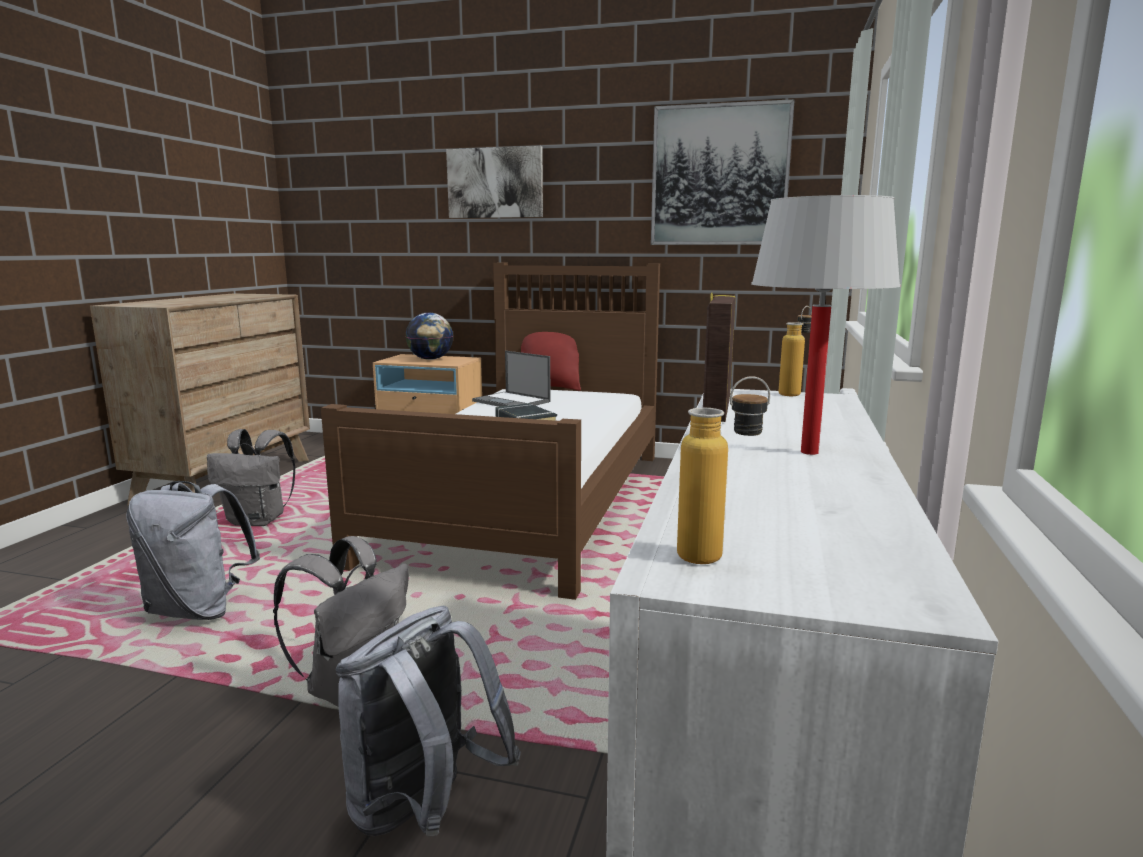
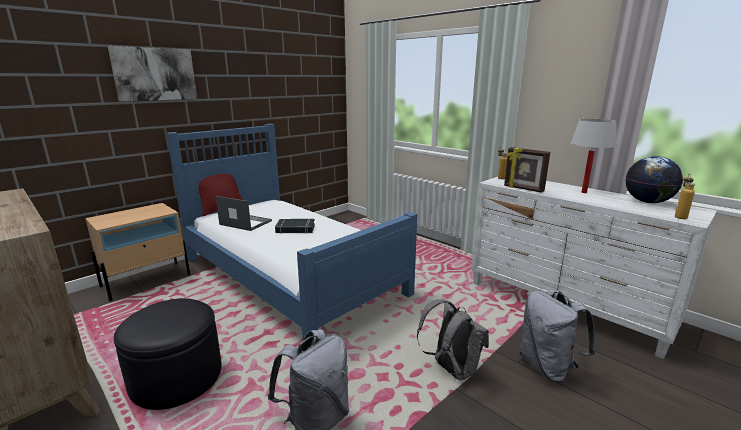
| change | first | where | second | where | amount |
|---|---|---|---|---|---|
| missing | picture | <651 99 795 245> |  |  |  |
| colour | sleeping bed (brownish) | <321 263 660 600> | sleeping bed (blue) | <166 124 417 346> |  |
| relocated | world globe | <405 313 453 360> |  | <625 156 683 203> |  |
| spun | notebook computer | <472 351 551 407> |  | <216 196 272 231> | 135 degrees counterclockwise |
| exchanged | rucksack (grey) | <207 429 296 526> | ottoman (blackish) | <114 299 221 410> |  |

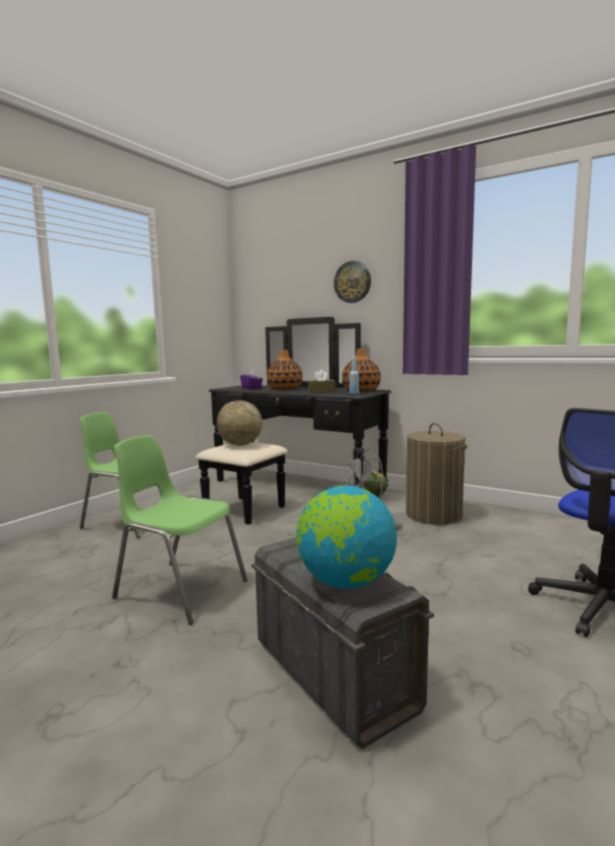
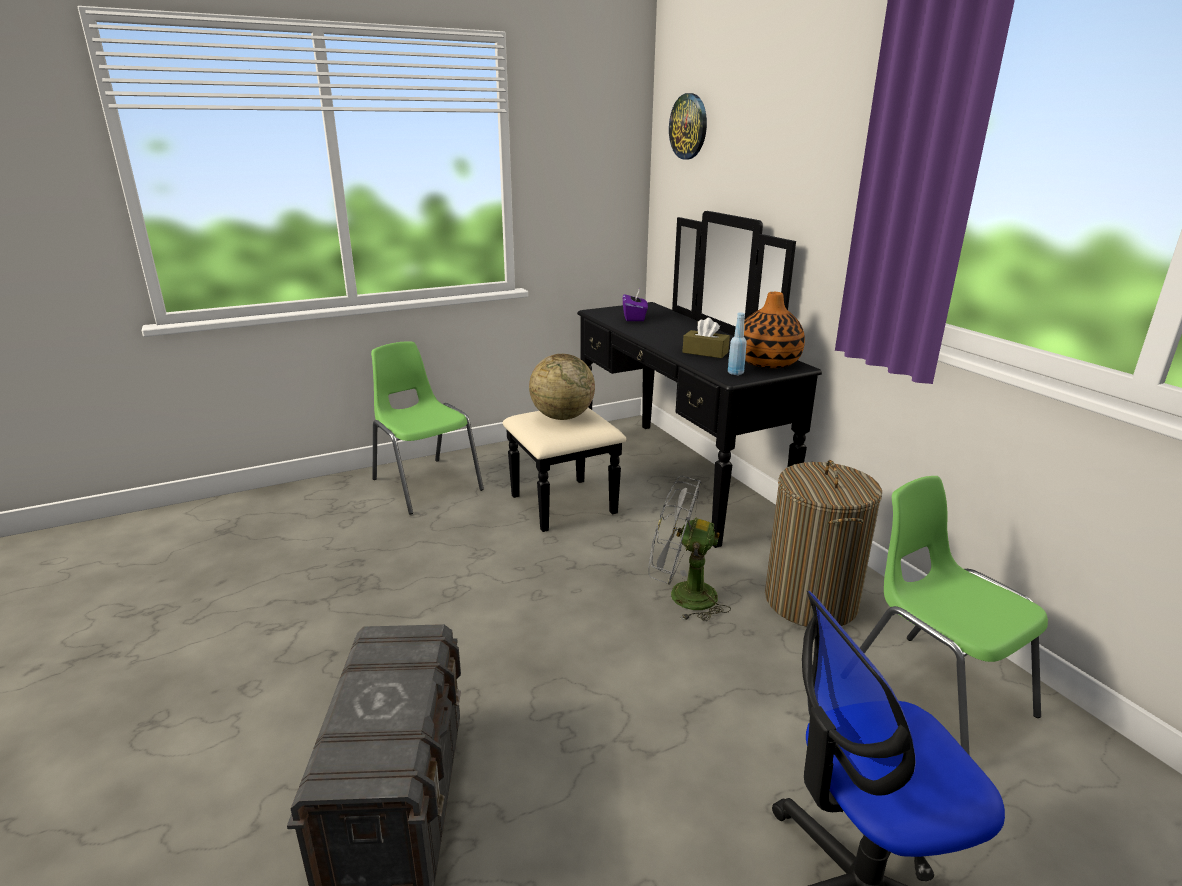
| change | first | where | second | where | amount |
|---|---|---|---|---|---|
| relocated | hanging clock | <334 261 371 303> |  | <669 93 707 160> |  |
| missing | flower vase | <267 350 303 389> |  |  |  |
| relocated | upright chair (green) | <112 435 247 625> |  | <860 476 1048 756> |  |
| missing | world globe | <296 486 397 589> |  |  |  |

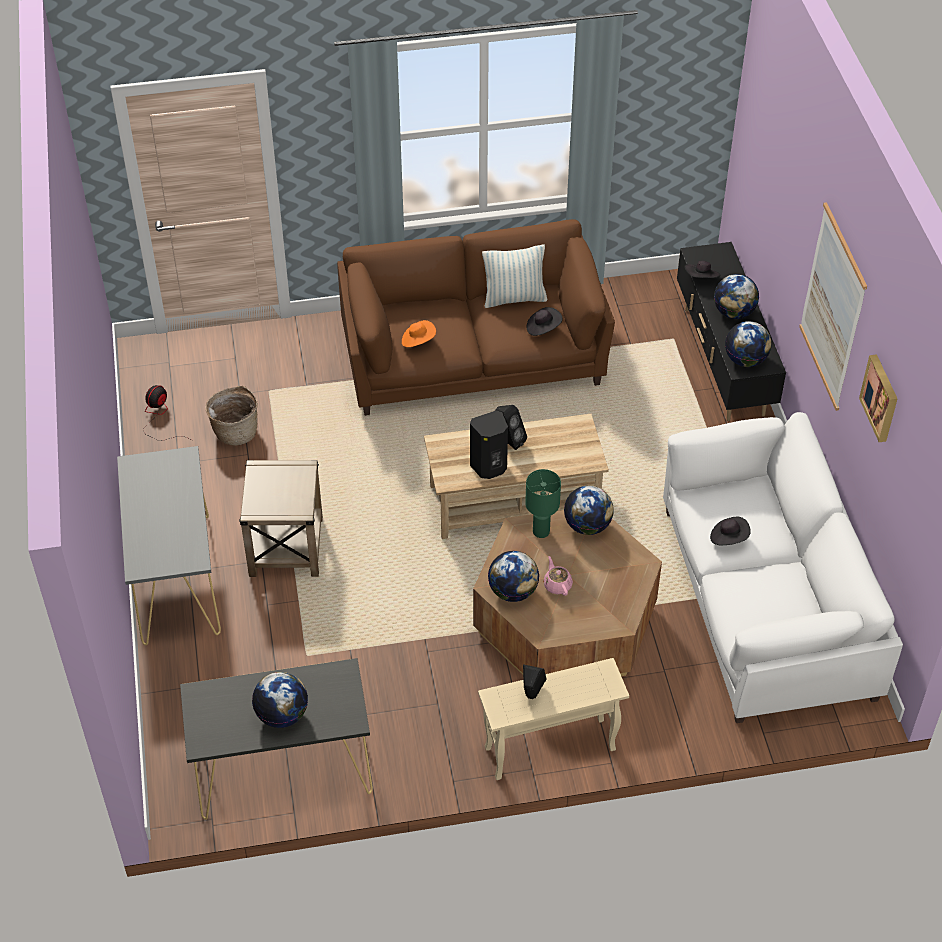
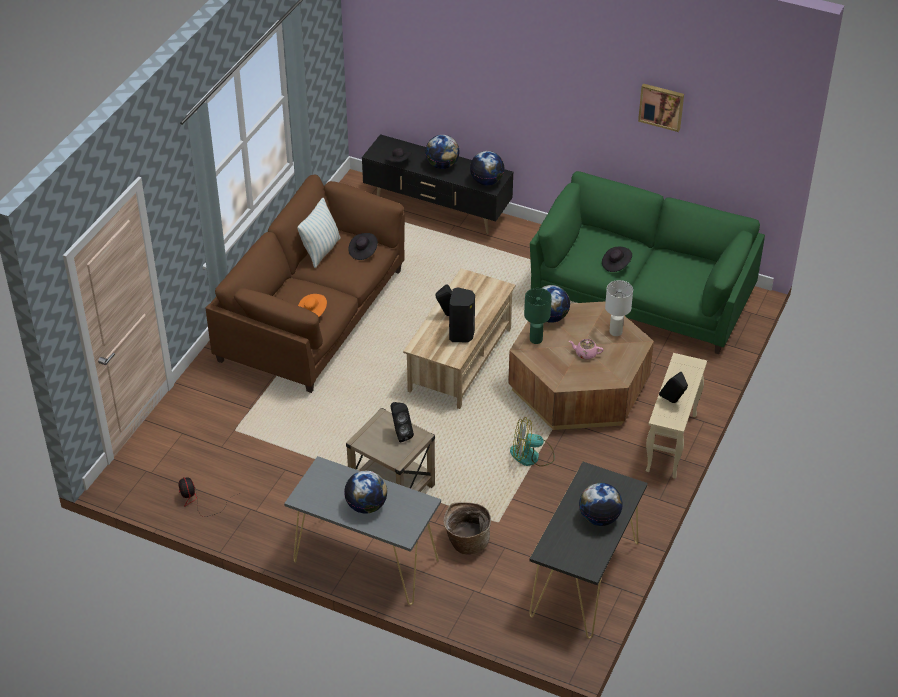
| change | first | where | second | where | amount |
|---|---|---|---|---|---|
| missing | picture | <799 202 867 411> |  |  |  |
| relocated | storage basket | <205 386 258 445> |  | <443 502 491 555> |  |
| colour | couch (white-coloured) | <663 412 903 723> | couch (green) | <530 171 765 354> |  |
| relocated | world globe | <488 551 539 602> |  | <344 471 387 514> |  |
| appeared |  |  | lamp for a table (white-coloured) | <605 280 633 336> |  |
| appeared |  |  | speaker (blackish) | <390 402 414 442> |  |
| appeared |  |  | cooling fan | <510 417 555 467> |  |

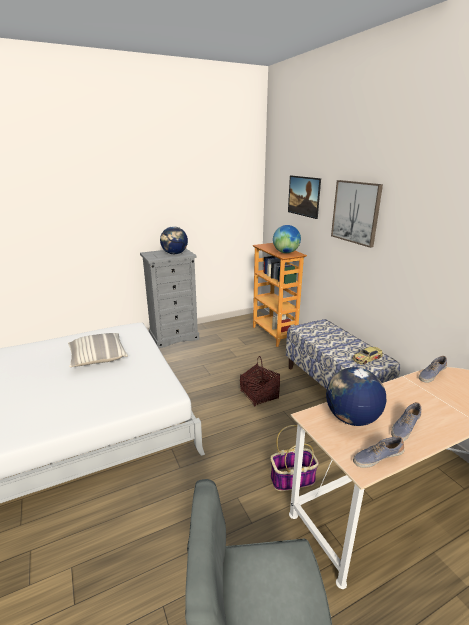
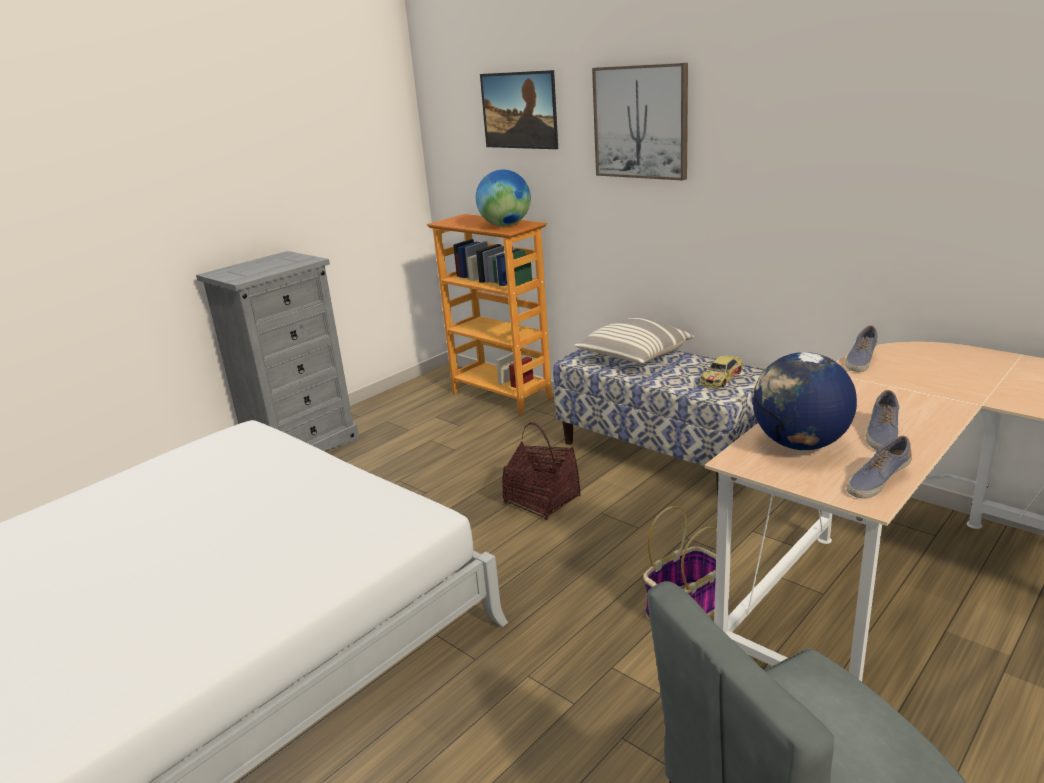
| change | first | where | second | where | amount |
|---|---|---|---|---|---|
| missing | world globe | <160 226 188 254> |  |  |  |
| relocated | cushion | <68 333 128 367> |  | <574 318 694 364> |  |

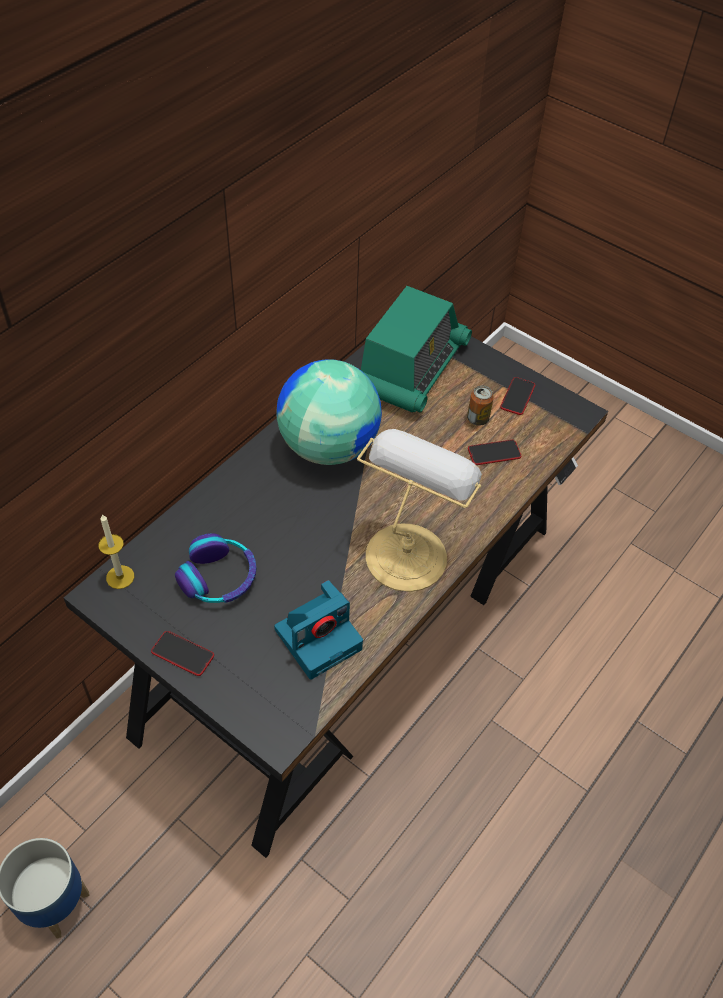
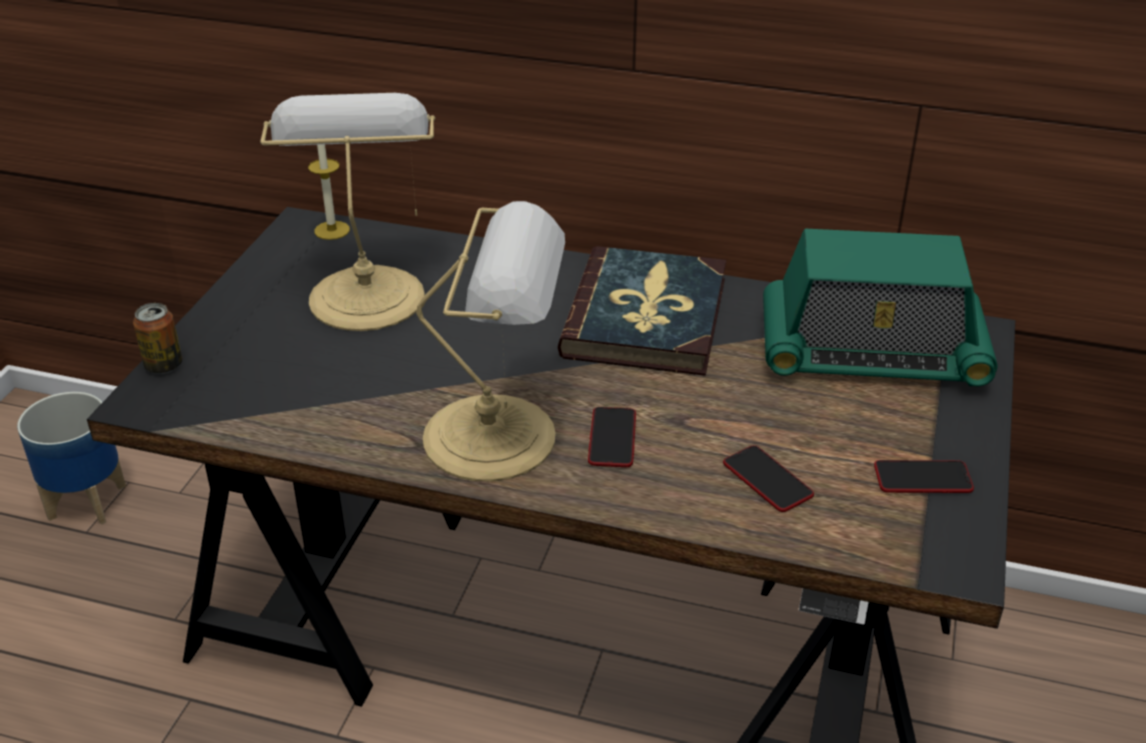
| change | first | where | second | where | amount |
|---|---|---|---|---|---|
| exchanged | world globe | <276 359 382 465> | book | <558 246 726 376> |  |
| relocated | sealed can | <467 385 494 426> |  | <133 303 182 374> |  |
| exchanged | headphones | <175 533 256 603> | lamp for a table | <260 93 435 331> |  |
| missing | photo camera | <274 580 363 680> |  |  |  |
| relocated | phone | <151 631 214 676> |  | <588 407 636 467> |  |

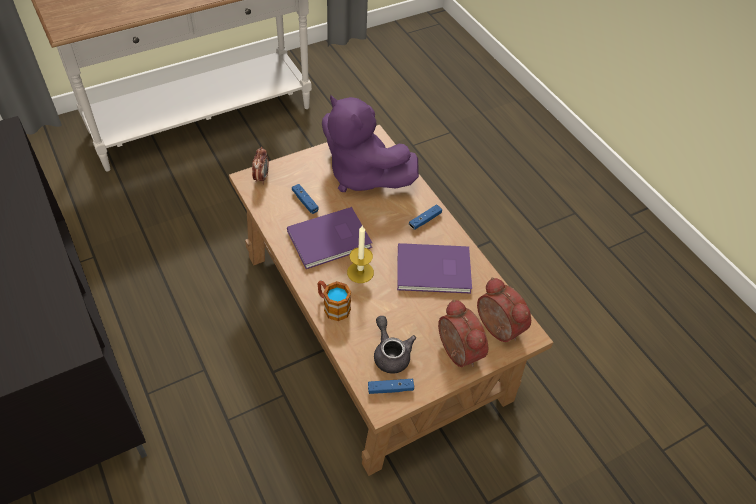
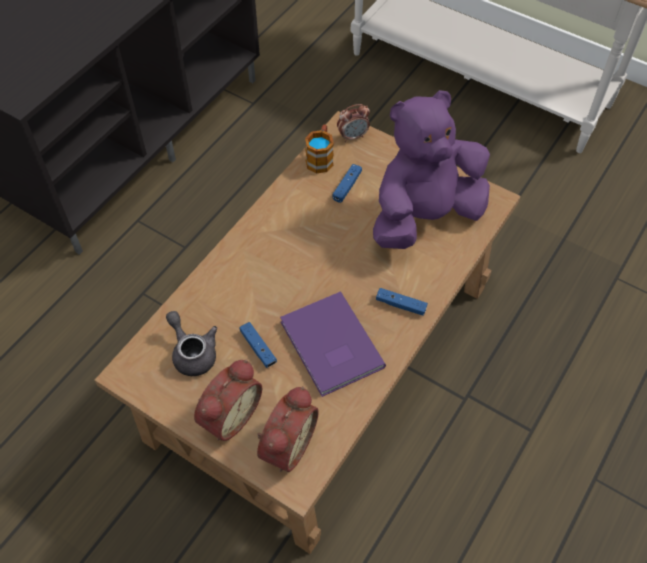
| change | first | where | second | where | amount |
|---|---|---|---|---|---|
| spun | cuddly toy (purple) | <322 95 419 192> |  | <373 90 490 249> | 45 degrees clockwise |
| missing | book (purple) | <287 207 372 269> |  |  |  |
| missing | wax candle | <347 225 374 283> |  |  |  |
| relocated | mug | <317 280 351 321> |  | <305 125 334 174> |  |
| spun | pot for tea (grey) | <374 316 416 374> |  | <166 311 217 376> | 75 degrees counterclockwise |
| relocated | gamepad (blue) | <368 379 414 394> |  | <240 322 277 368> |  |

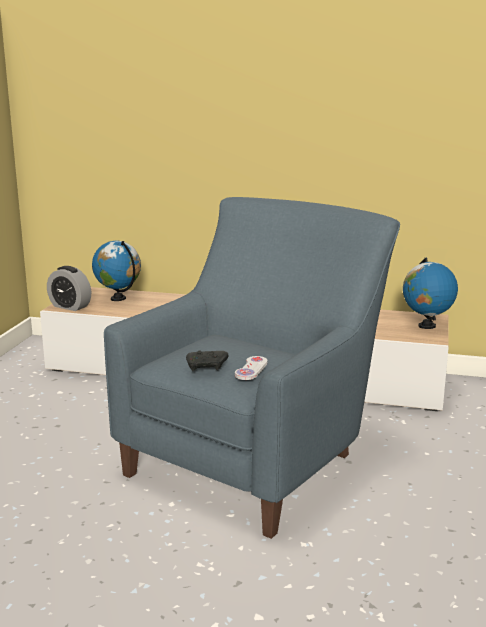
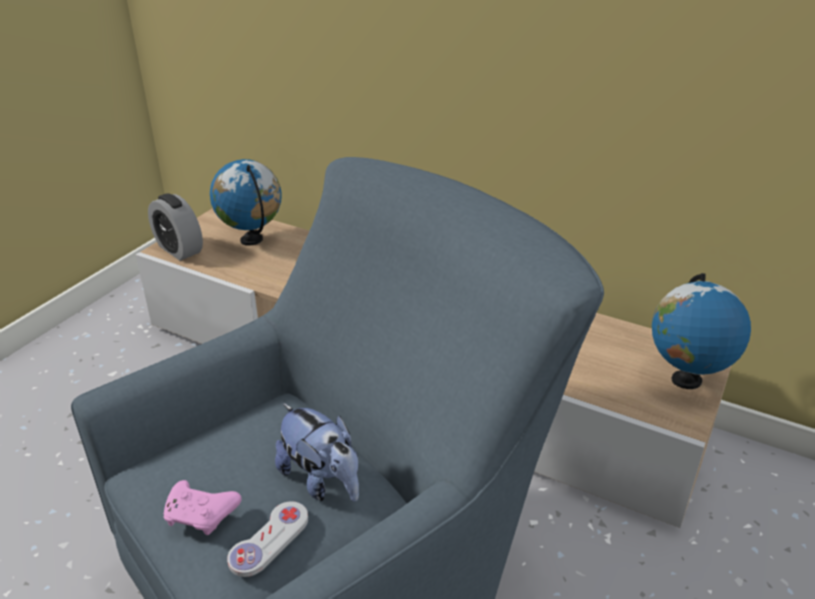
| change | first | where | second | where | amount |
|---|---|---|---|---|---|
| colour | gamepad (blackish) | <186 351 229 371> | gamepad (pinkish) | <164 480 242 535> |  |
| appeared |  |  | cuddly toy | <275 403 359 501> |  |

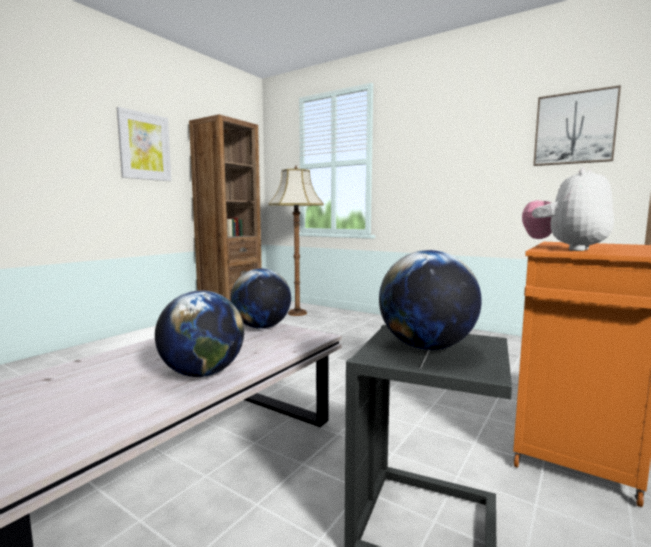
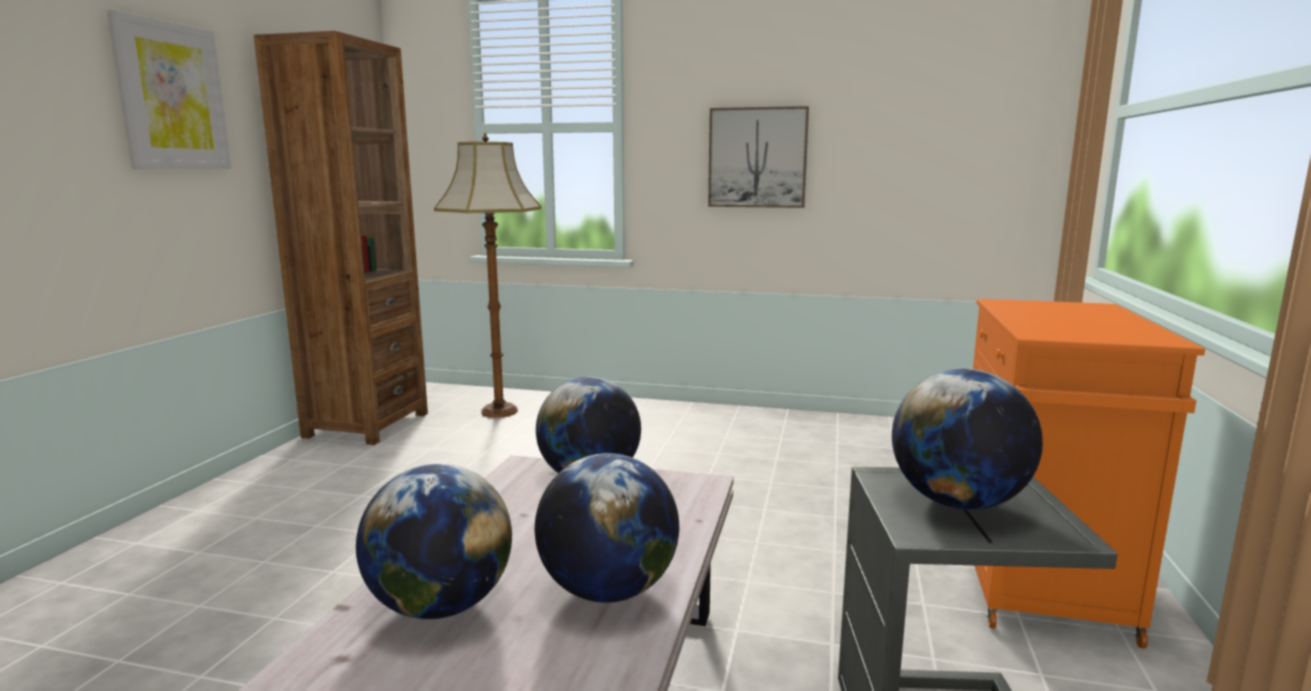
| change | first | where | second | where | amount |
|---|---|---|---|---|---|
| relocated | picture | <533 85 621 166> |  | <708 106 809 208> |  |
| missing | cuddly toy | <522 167 614 251> |  |  |  |
| appeared |  |  | world globe | <356 464 512 619> |  |

